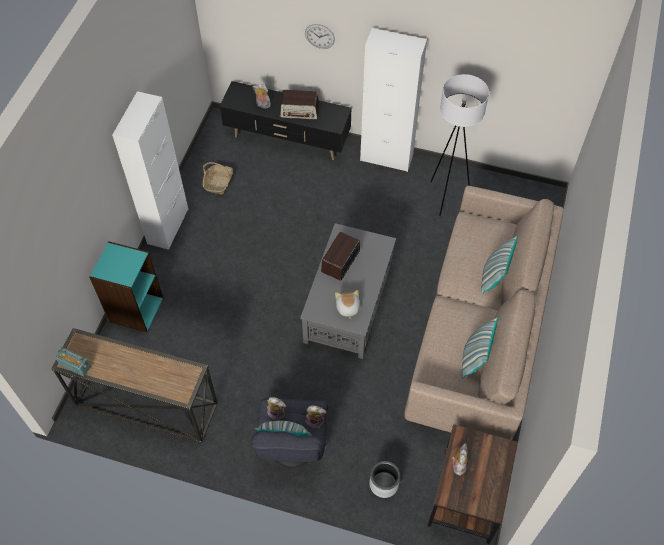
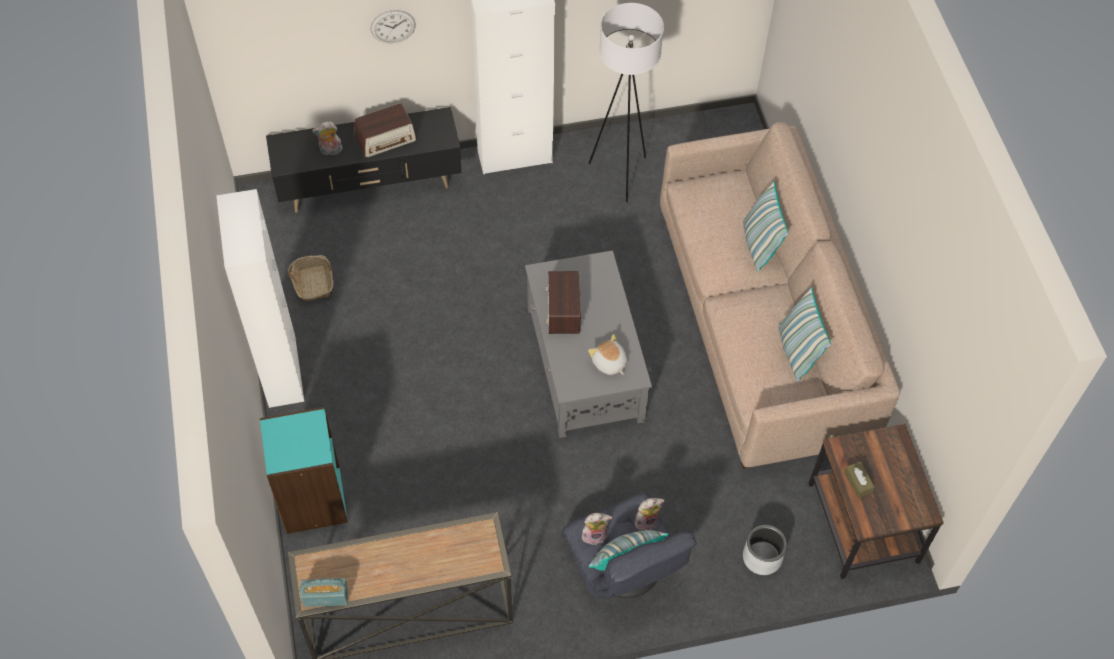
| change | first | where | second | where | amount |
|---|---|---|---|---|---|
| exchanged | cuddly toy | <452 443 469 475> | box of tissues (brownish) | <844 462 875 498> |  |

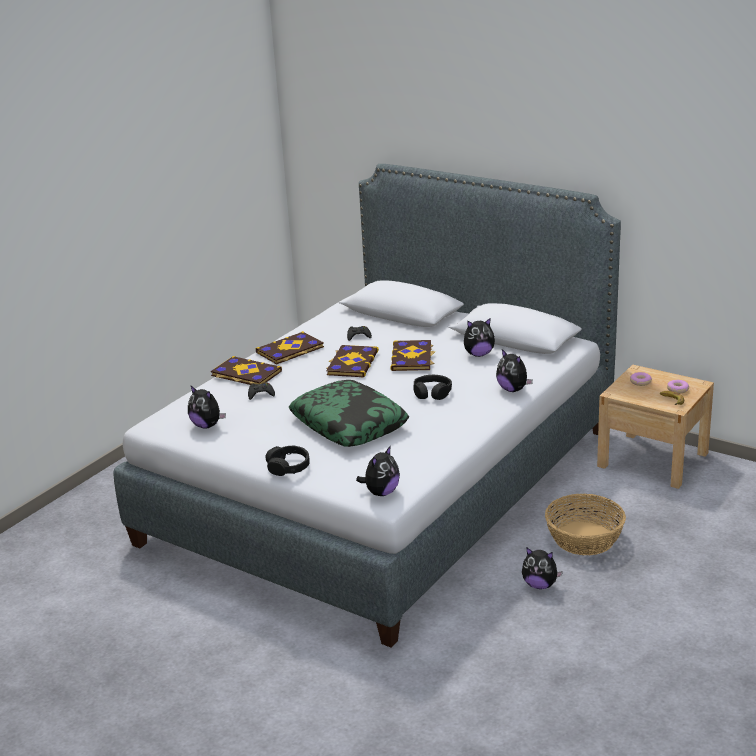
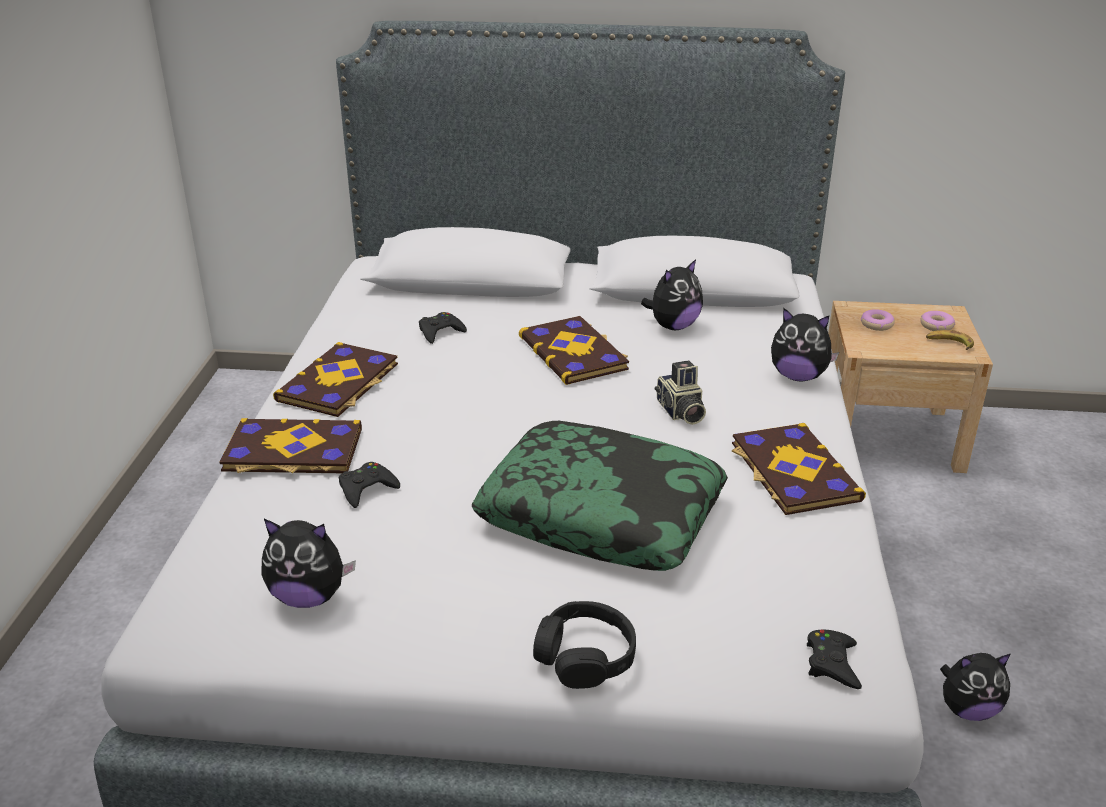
| change | first | where | second | where | amount |
|---|---|---|---|---|---|
| relocated | book | <326 345 379 377> |  | <732 423 866 515> |  |
| exchanged | headphones (blackish) | <413 375 452 400> | photo camera | <655 360 706 425> |  |
| exchanged | cuddly toy | <356 445 400 496> | gamepad (blackish) | <807 630 862 689> |  |
| missing | storage basket | <545 494 626 555> |  |  |  |

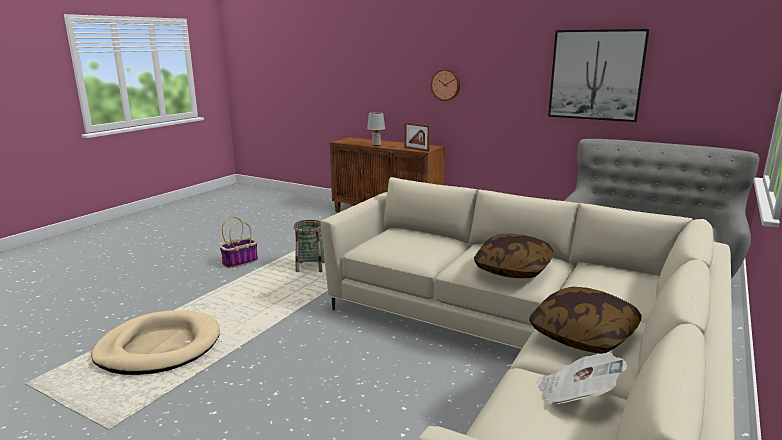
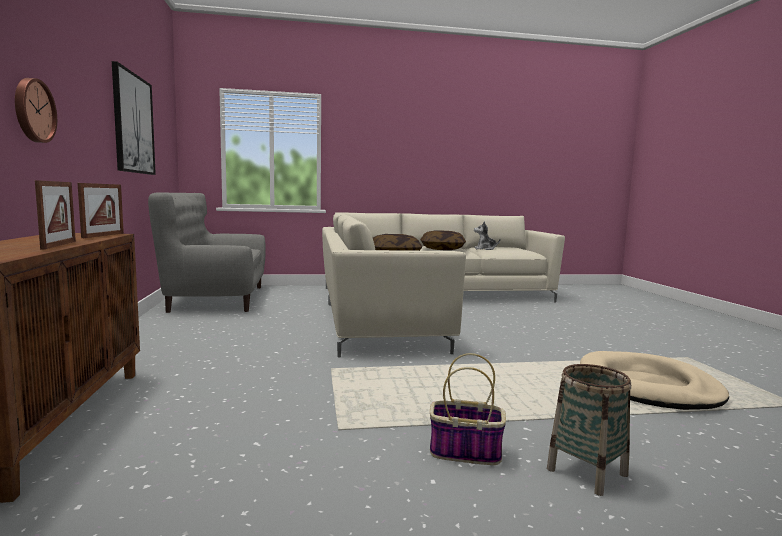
| change | first | where | second | where | amount |
|---|---|---|---|---|---|
| exchanged | lamp for a table (grey) | <367 112 385 146> | standing frame | <35 180 76 249> |  |
| relocated | storage basket | <294 220 325 272> |  | <547 364 631 496> |  |
| exchanged | printed paper | <536 352 627 405> | cuddly toy | <474 221 500 250> |  |

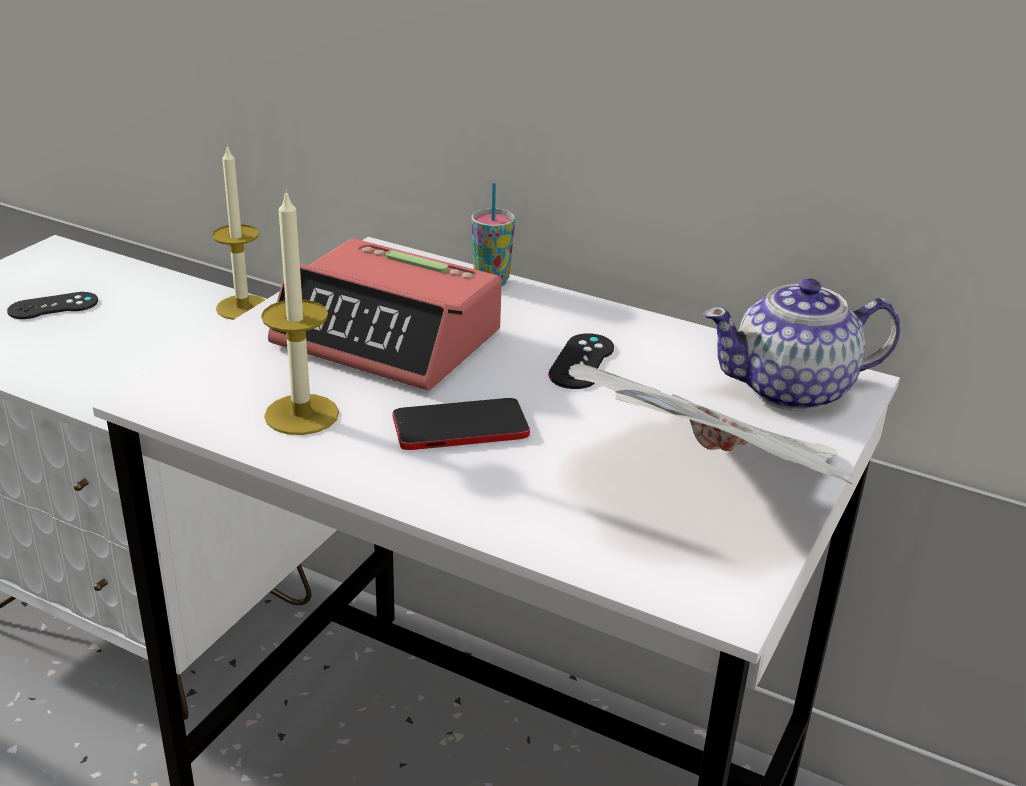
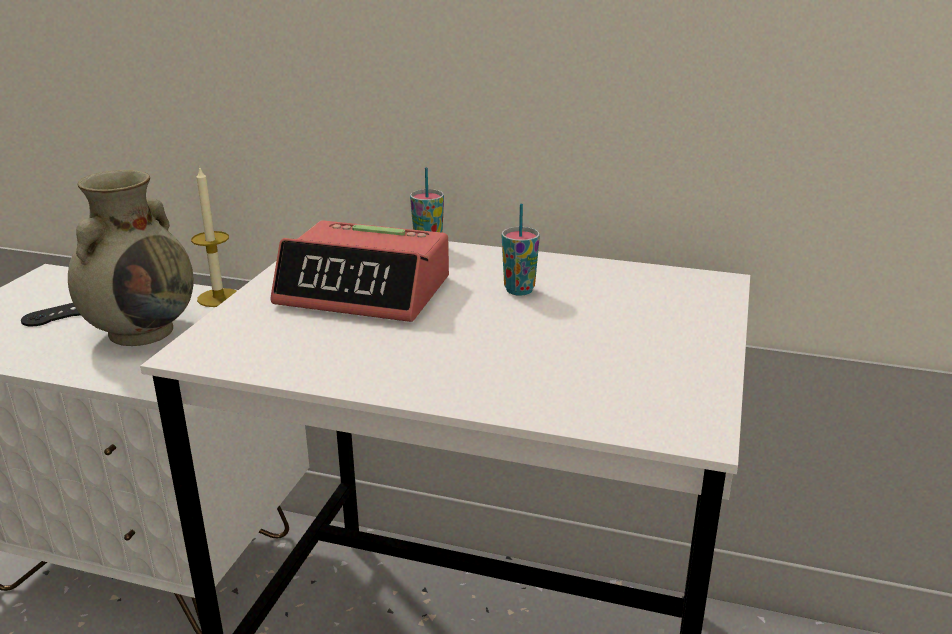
| change | first | where | second | where | amount |
|---|---|---|---|---|---|
| missing | wax candle | <261 189 339 435> |  |  |  |
| missing | pot for tea | <703 278 901 412> |  |  |  |
| exchanged | gamepad (blackish) | <548 333 614 389> | cup | <502 203 540 296> |  |
| missing | printed paper | <569 364 854 485> |  |  |  |
| missing | phone | <392 398 530 450> |  |  |  |
| appeared |  |  | flower vase (sand-coloured) | <68 170 194 346> |  |

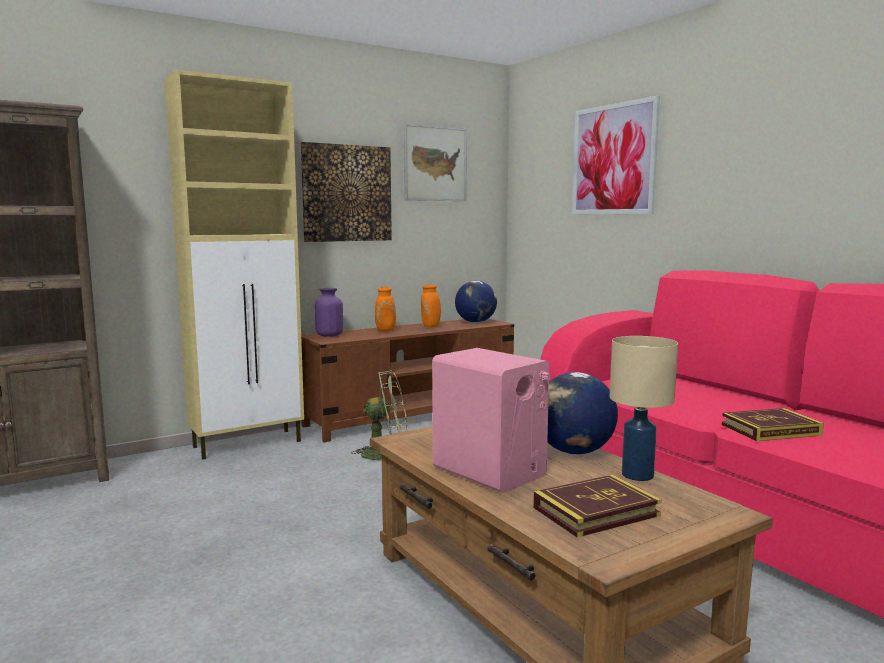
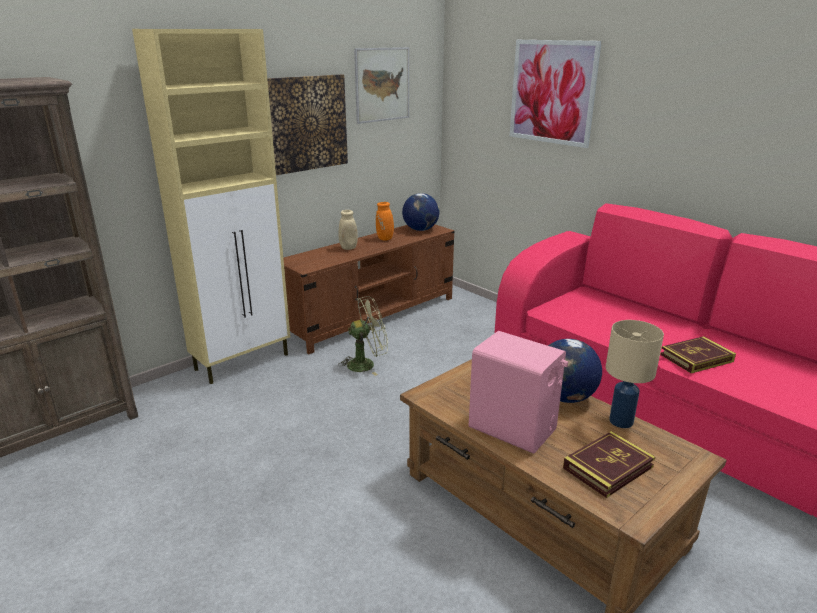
| change | first | where | second | where | amount |
|---|---|---|---|---|---|
| colour | flower vase (orange) | <375 287 396 332> | flower vase (sand-coloured) | <339 210 358 250> |  |
| missing | flower vase (purple) | <315 288 343 337> |  |  |  |

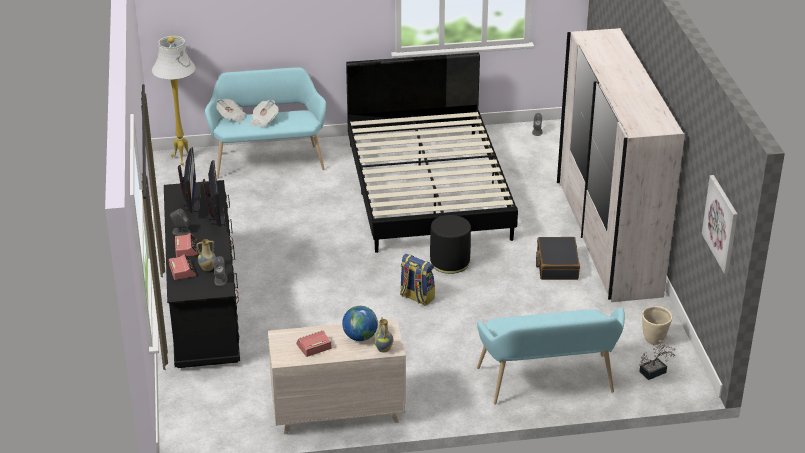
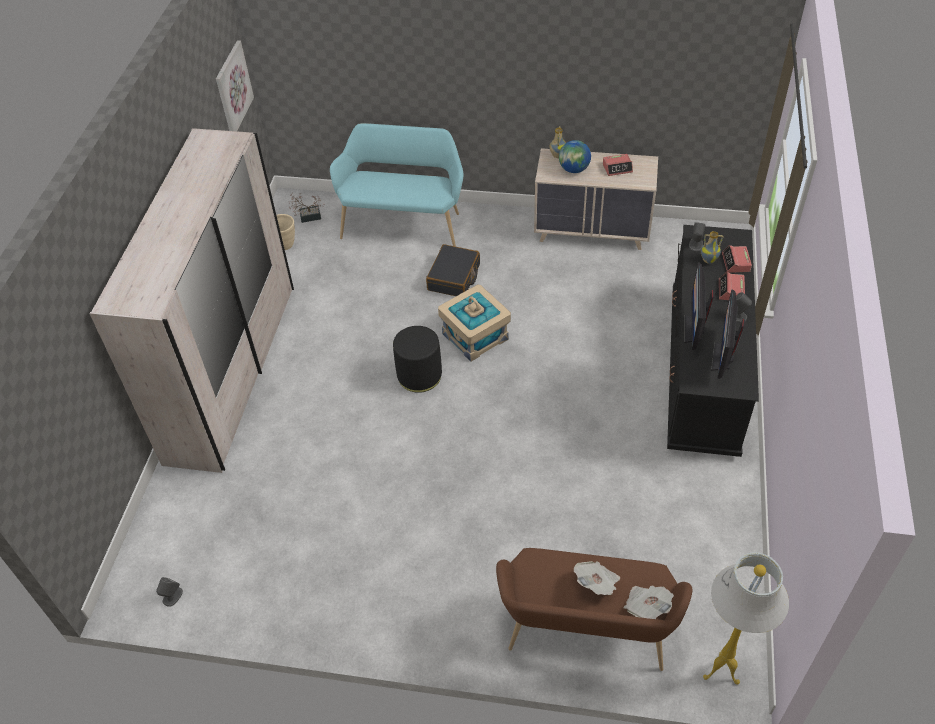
| change | first | where | second | where | amount |
|---|---|---|---|---|---|
| missing | sleeping bed (blackish) | <346 52 518 253> |  |  |  |
| colour | indoor bench (turquoise) | <205 67 326 179> | indoor bench (brownish) | <496 548 692 671> |  |
| relocated | travel case (blackish) | <536 237 580 280> |  | <426 244 480 296> |  |
| exchanged | rucksack | <400 254 435 306> | storage box (sand-coloured) | <438 285 511 362> |  |

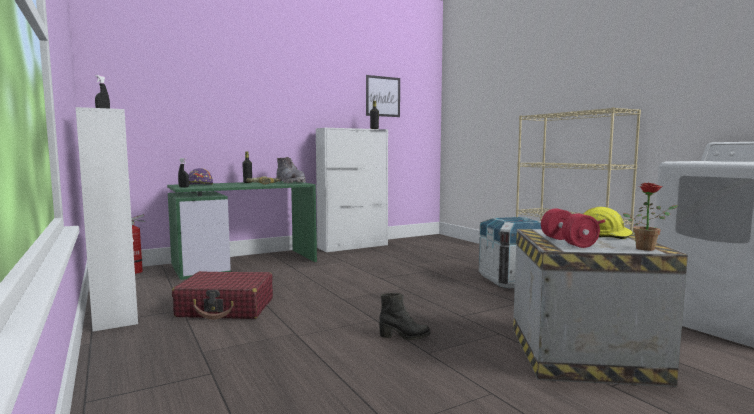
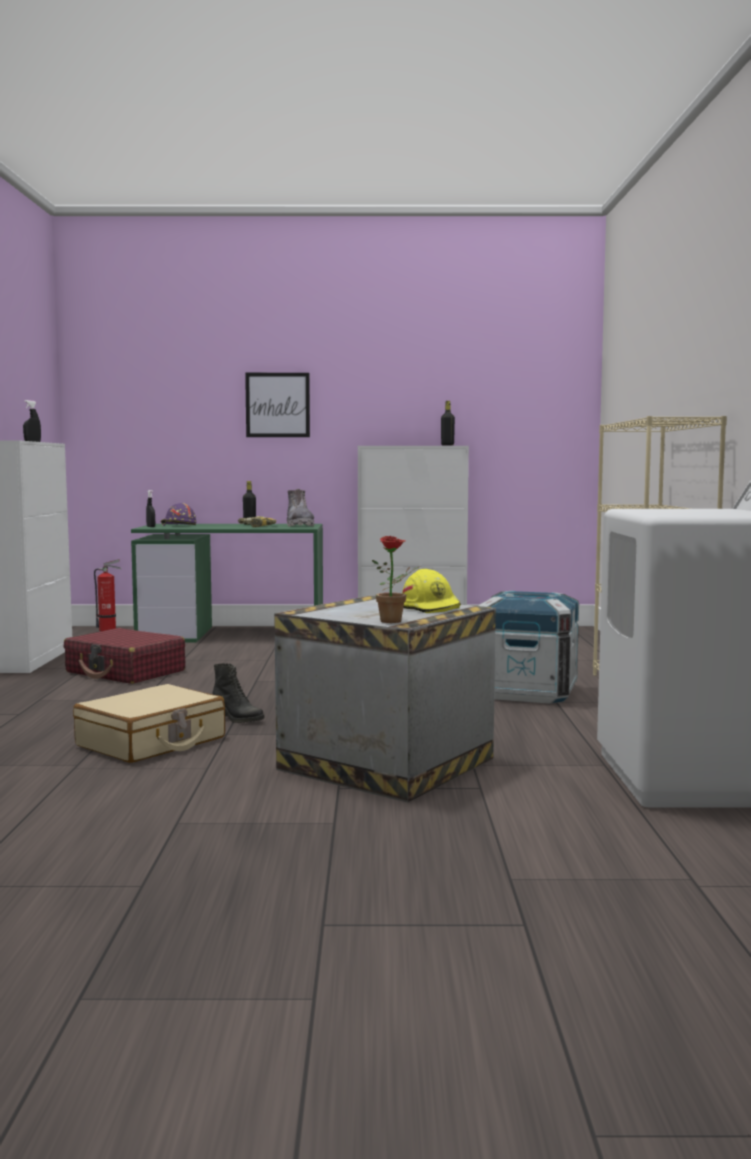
| change | first | where | second | where | amount |
|---|---|---|---|---|---|
| relocated | picture | <366 75 400 117> |  | <245 373 310 437> |  |
| missing | free weight (red) | <541 208 600 248> |  |  |  |
| appeared |  |  | travel case (sand-coloured) | <73 684 225 763> |  |

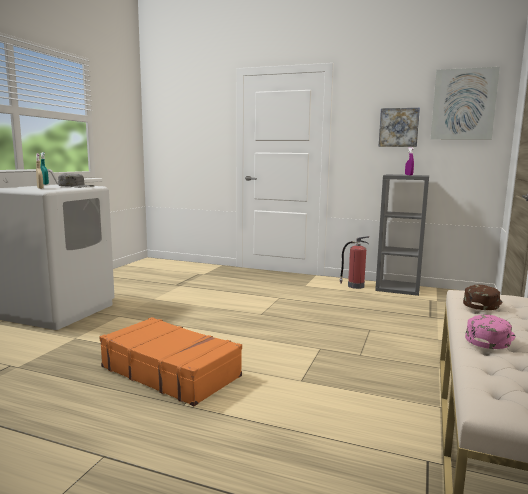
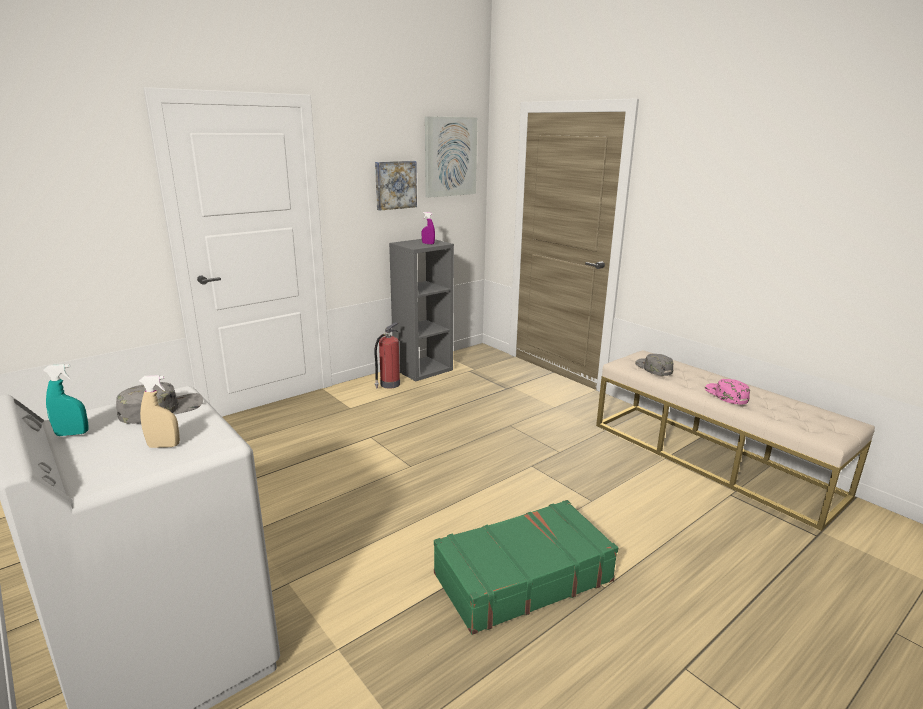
| change | first | where | second | where | amount |
|---|---|---|---|---|---|
| colour | cap (brownish) | <463 285 502 310> | cap (grey) | <635 354 674 376> |  |
| colour | travel case (orange) | <99 317 242 406> | travel case (green) | <434 500 618 635> |  |

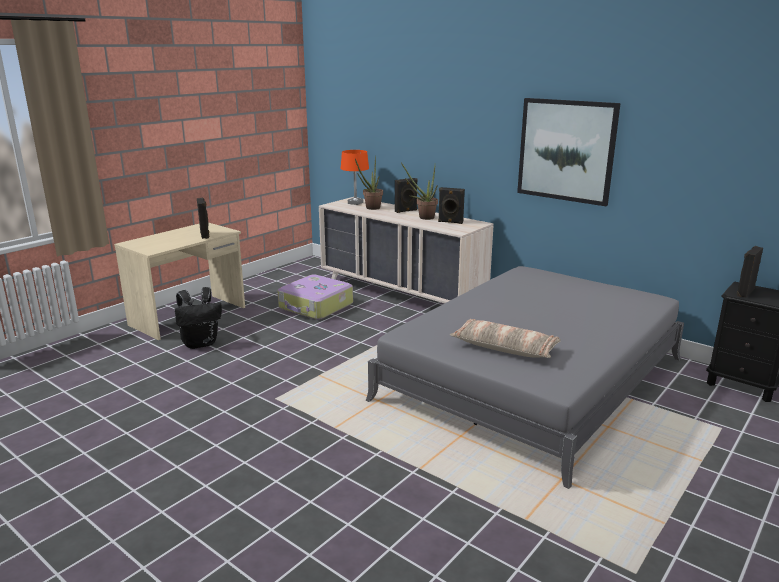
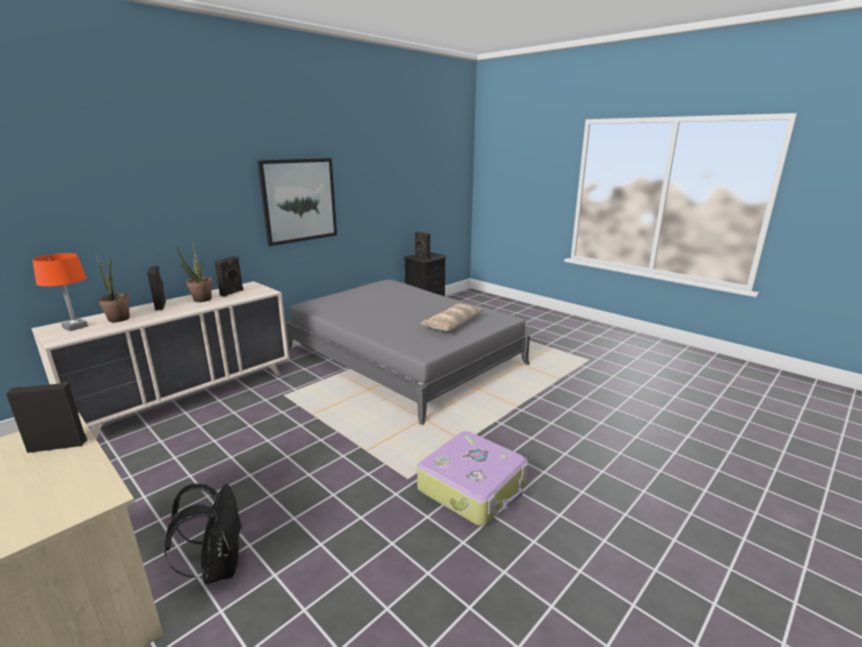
| change | first | where | second | where | amount |
|---|---|---|---|---|---|
| relocated | travel case | <277 275 353 320> |  | <417 431 528 526> |  |

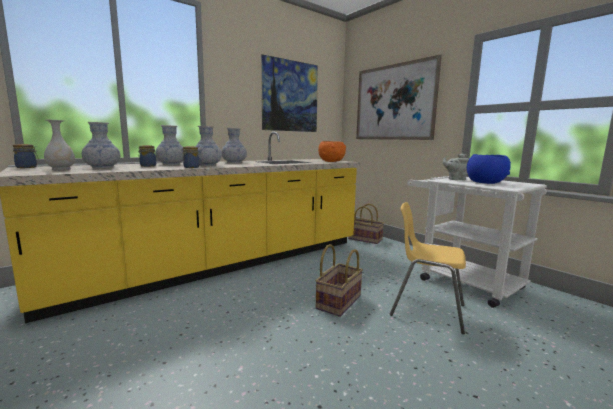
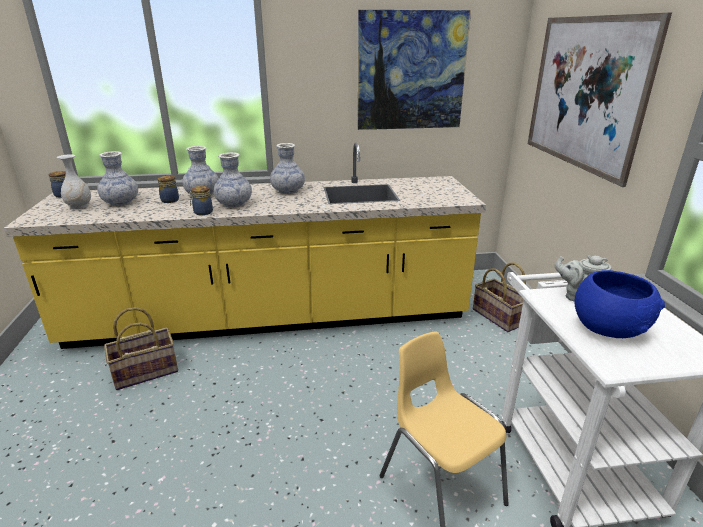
| change | first | where | second | where | amount |
|---|---|---|---|---|---|
| missing | deep dish (orange) | <318 141 346 162> |  |  |  |
| relocated | storage basket | <315 244 363 317> |  | <104 307 178 390> |  |

